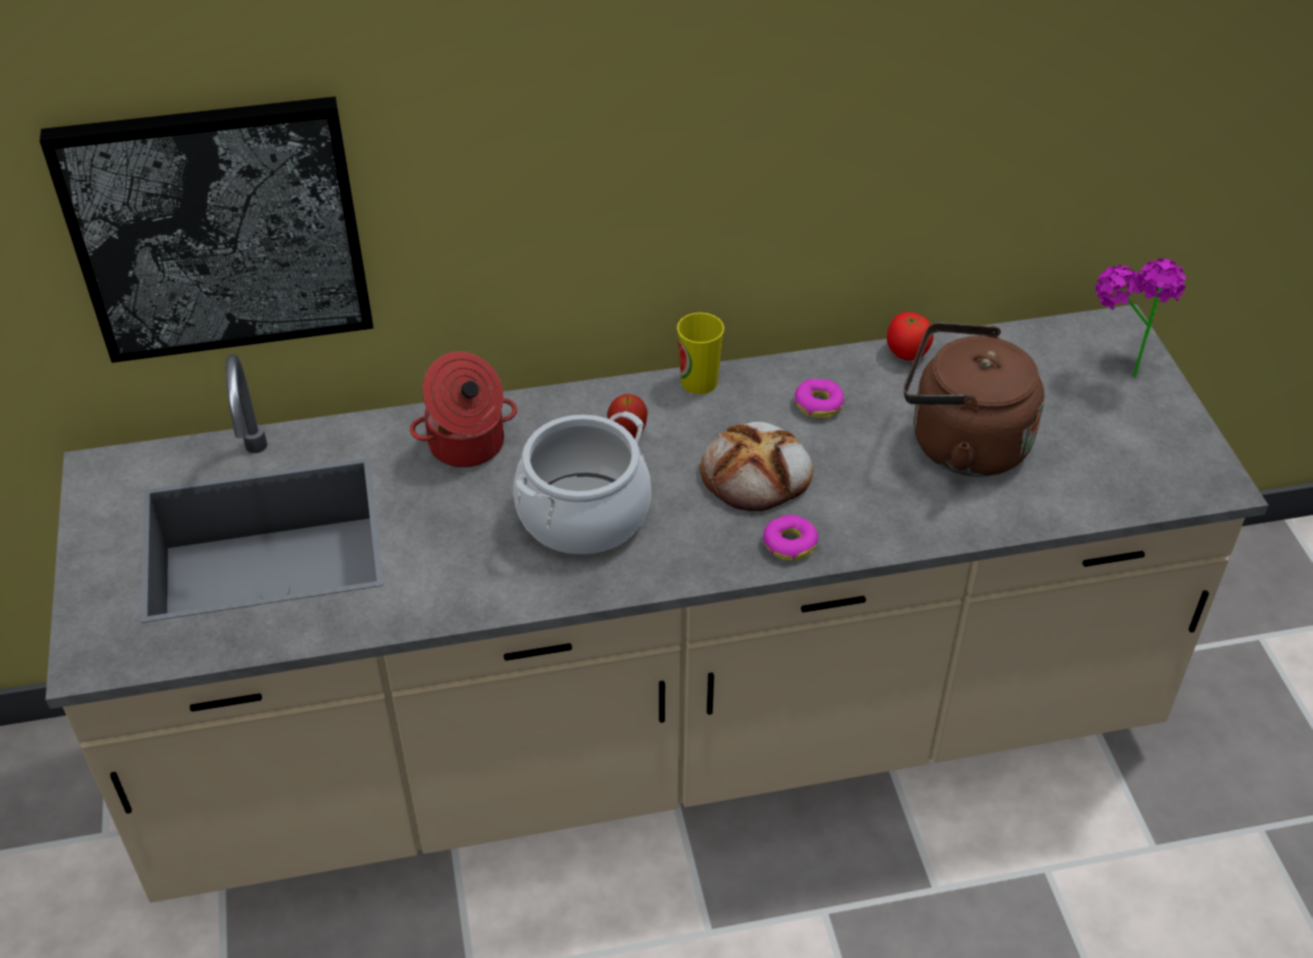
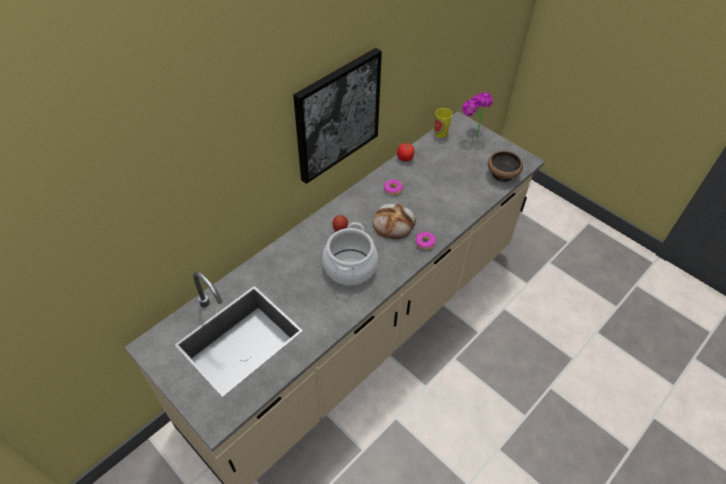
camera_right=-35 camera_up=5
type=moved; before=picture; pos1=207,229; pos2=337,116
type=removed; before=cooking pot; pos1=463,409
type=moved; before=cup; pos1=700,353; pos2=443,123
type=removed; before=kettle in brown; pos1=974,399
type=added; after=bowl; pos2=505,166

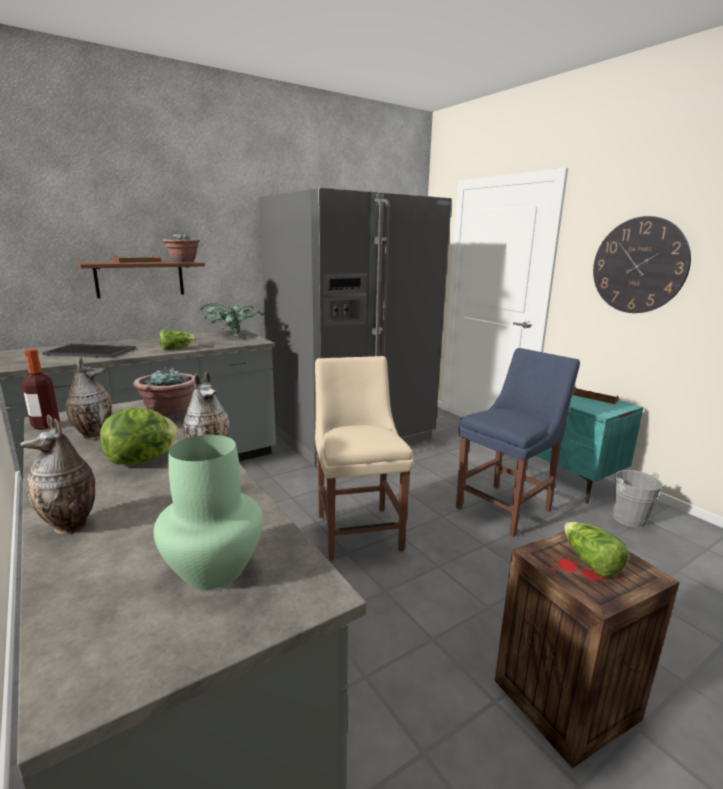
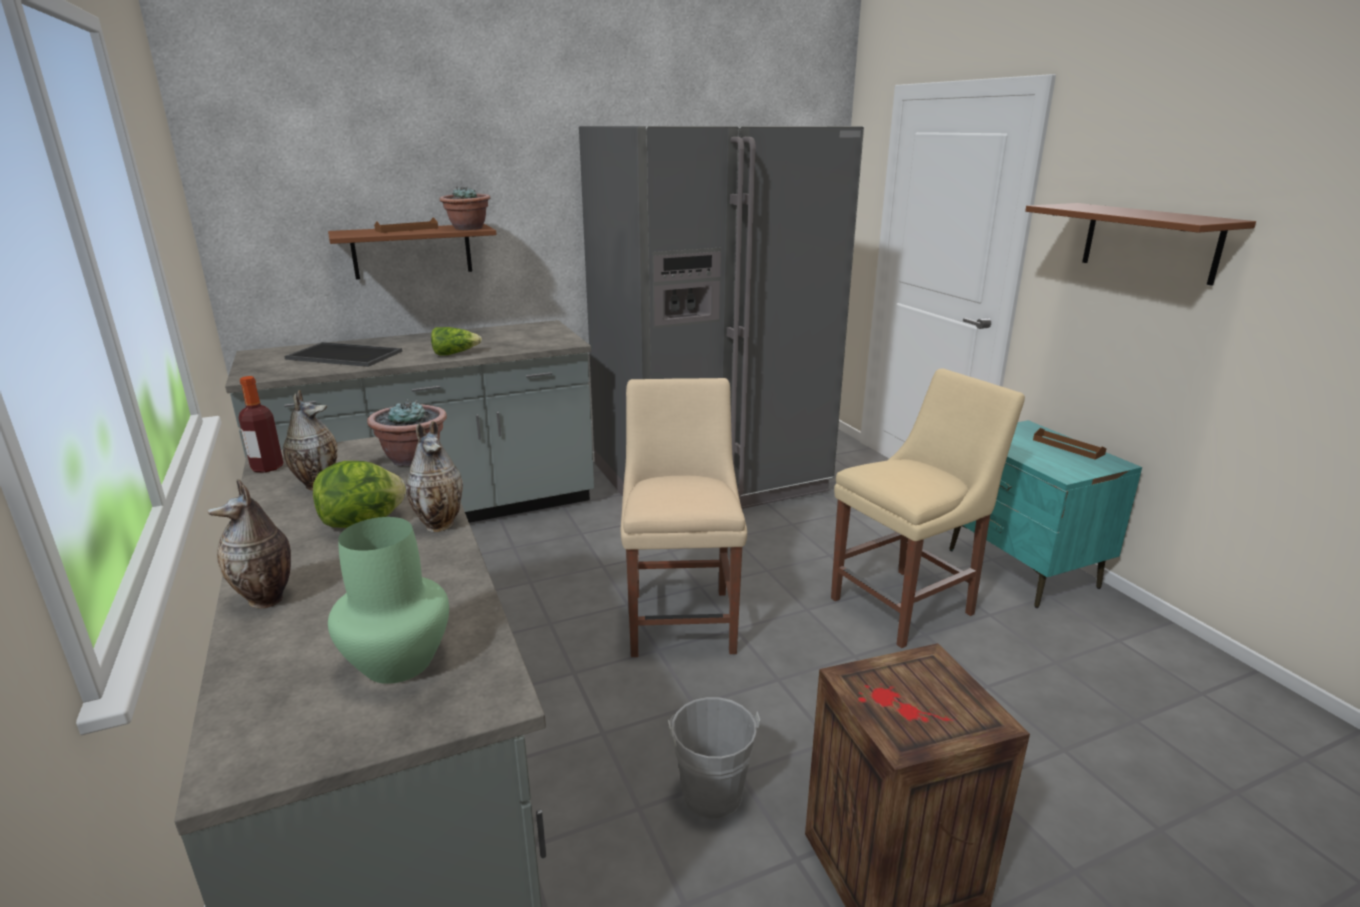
camera_right=10 camera_up=5
type=removed; before=potted plant; pos1=232,320
type=recoloured; before=chair in blue; after=chair in beige; pos1=518,442; pos2=928,508
type=removed; before=lettuce; pos1=596,549
type=replaced; before=wall clock; after=shelf in brown; pos1=642,264; pos2=1140,244
type=moved; before=bucket in grey; pos1=634,499; pos2=714,758

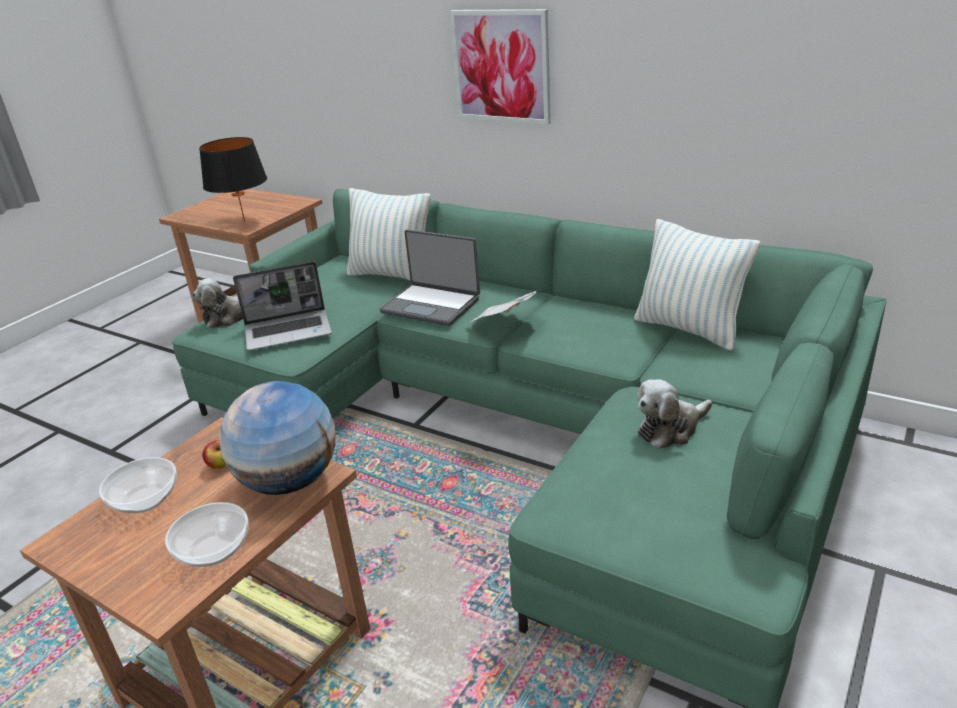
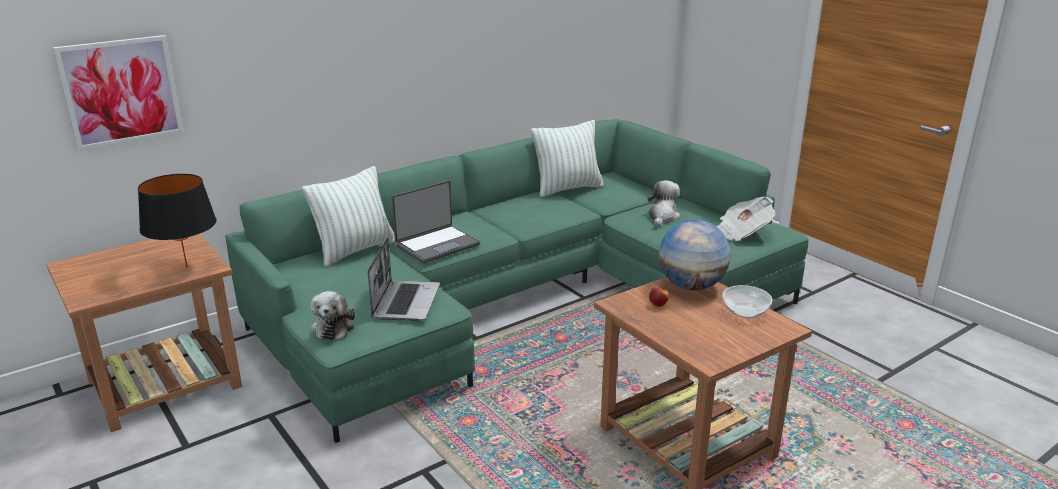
camera_right=-70 camera_up=-5
type=removed; before=bowl; pos1=138,485
type=moved; before=picture; pos1=500,67; pos2=118,92
type=moved; before=newspaper; pos1=505,305; pos2=746,219
type=turned; before=plush toy; pos1=674,414; pos2=664,204; turn=-150

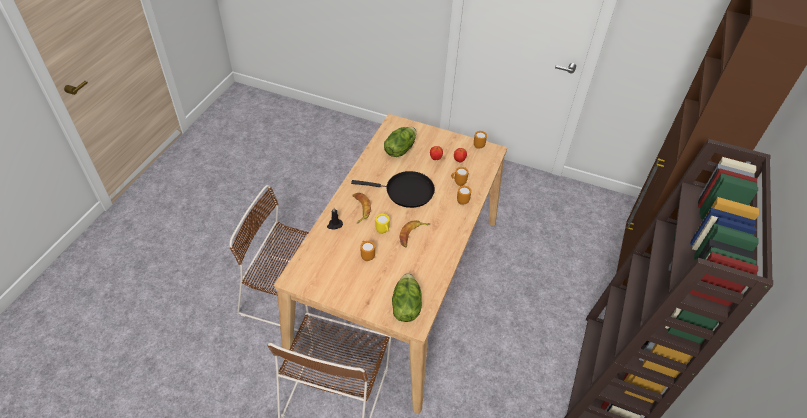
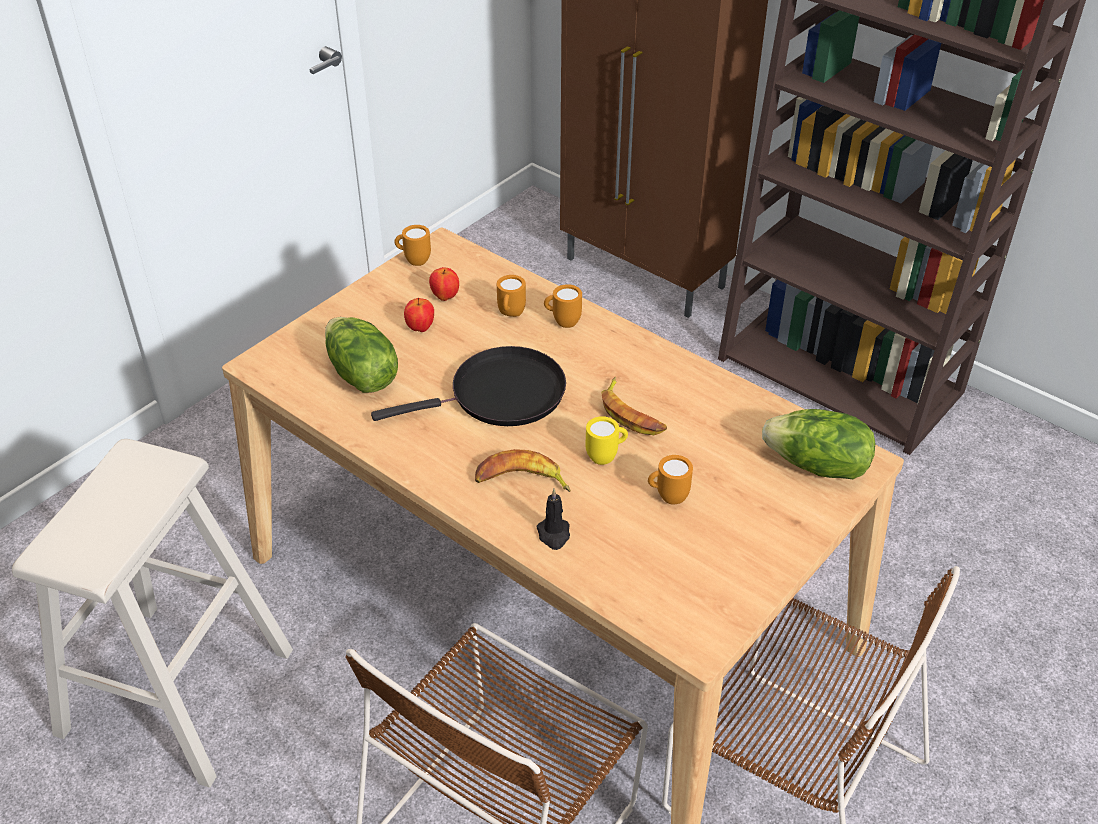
camera_right=-70 camera_up=-5
type=turned; before=frying pan in black; pos1=393,189; pos2=468,386; turn=45
type=added; after=stool in beige; pos2=152,613

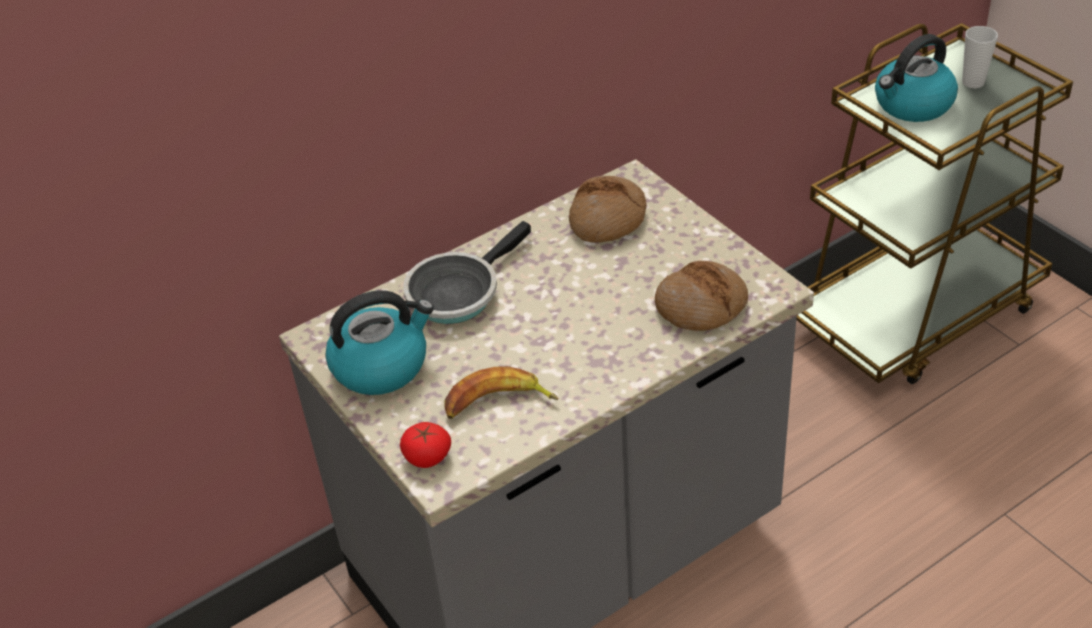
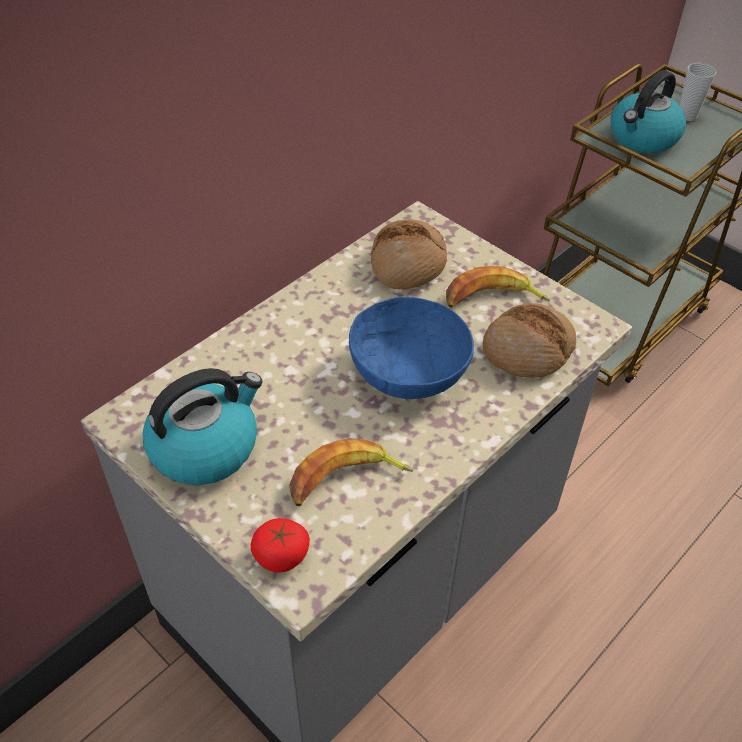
camera_right=-15 camera_up=5
type=removed; before=frying pan; pos1=467,272
type=added; after=bowl in blue; pos2=411,348
type=added; after=banana; pos2=498,287

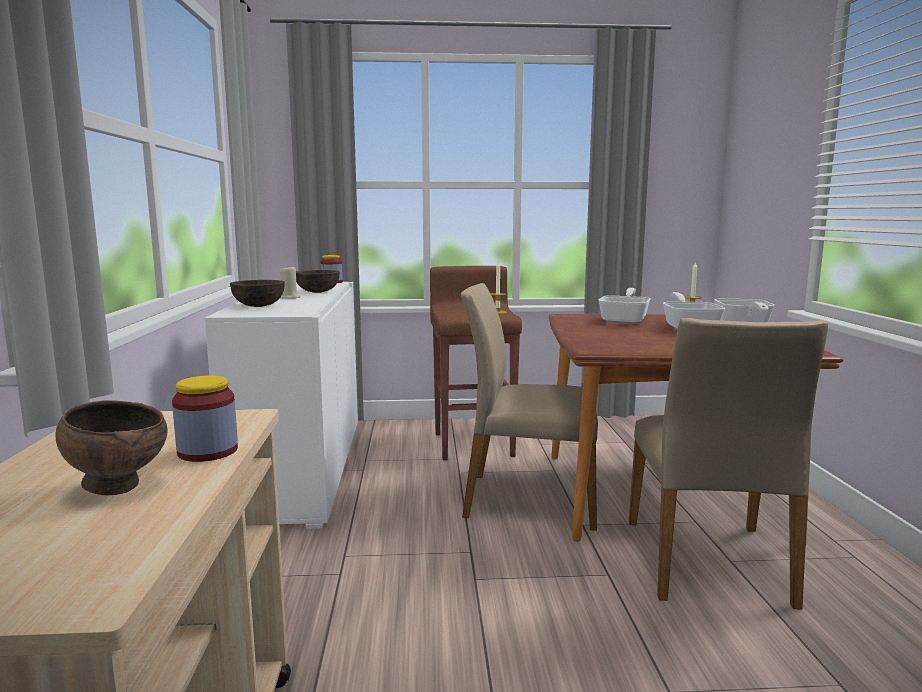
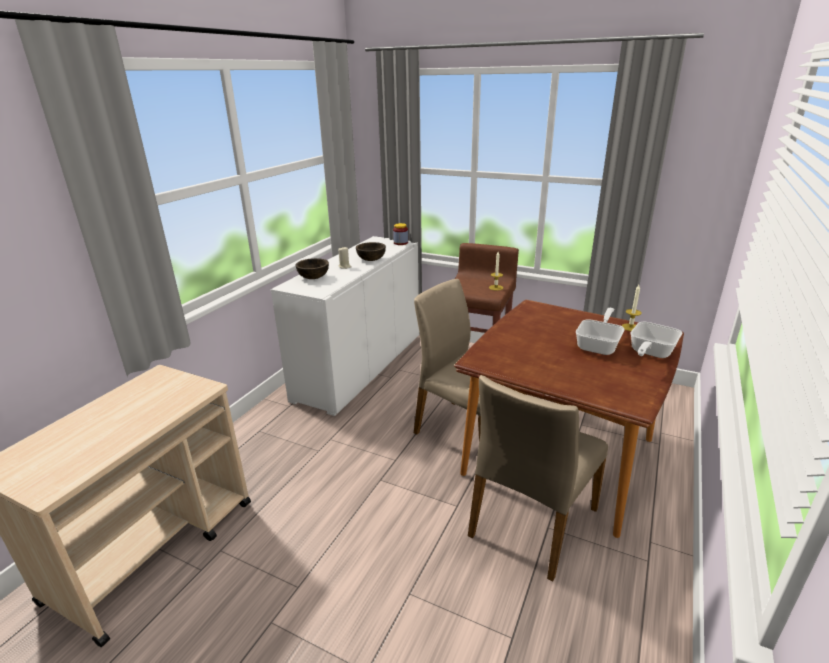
camera_right=30 camera_up=15
type=removed; before=bowl in brown; pos1=111,448
type=removed; before=jar; pos1=205,418
type=removed; before=frying pan; pos1=624,306

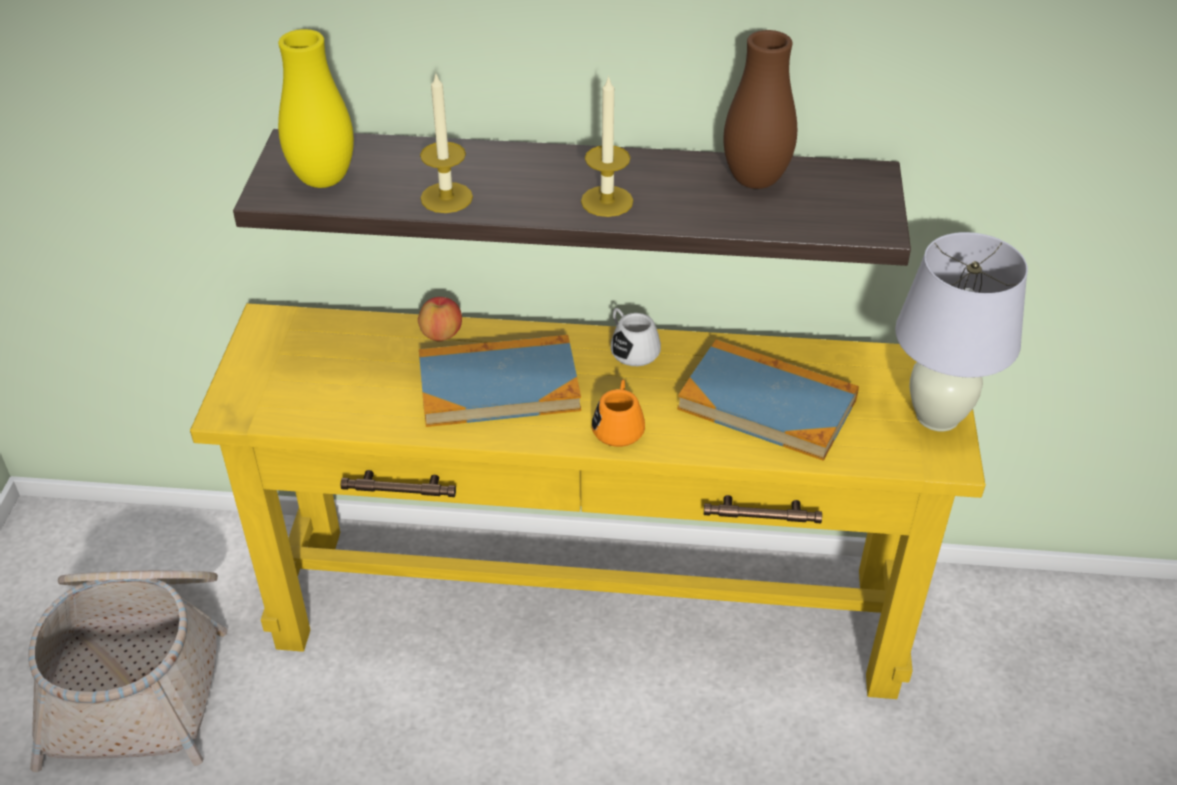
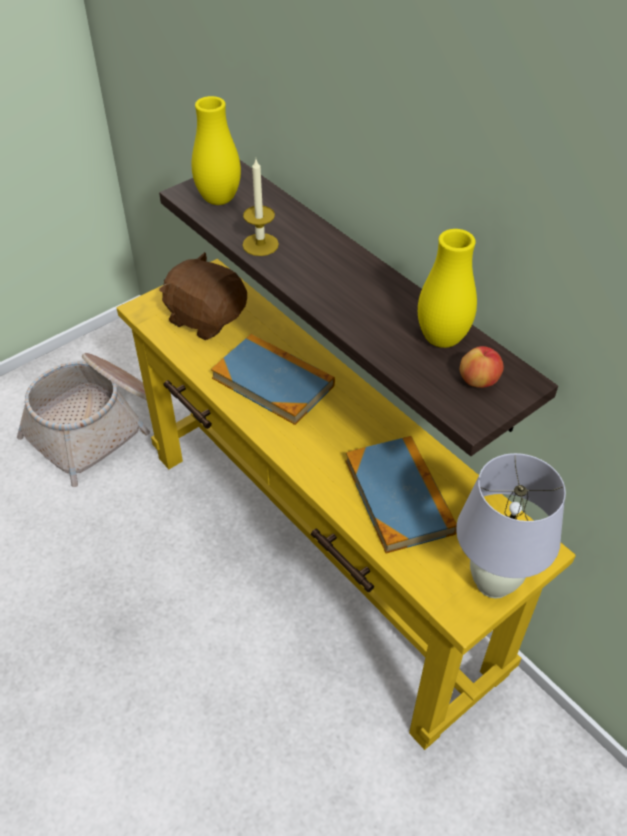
camera_right=45 camera_up=5
type=moved; before=apple; pos1=440,319; pos2=482,367
type=removed; before=candle; pos1=607,146
type=removed; before=mug in orange; pos1=618,413
type=removed; before=mug in white; pos1=636,337
type=recoloured; before=vase in brown; after=vase in yellow; pos1=760,109; pos2=447,288
type=added; after=plush toy in brown; pos2=203,296

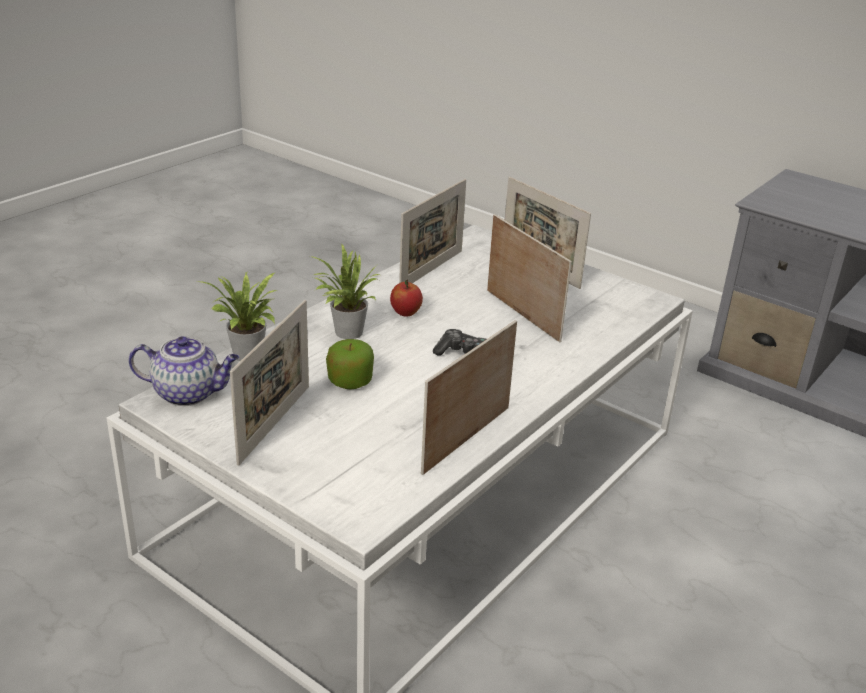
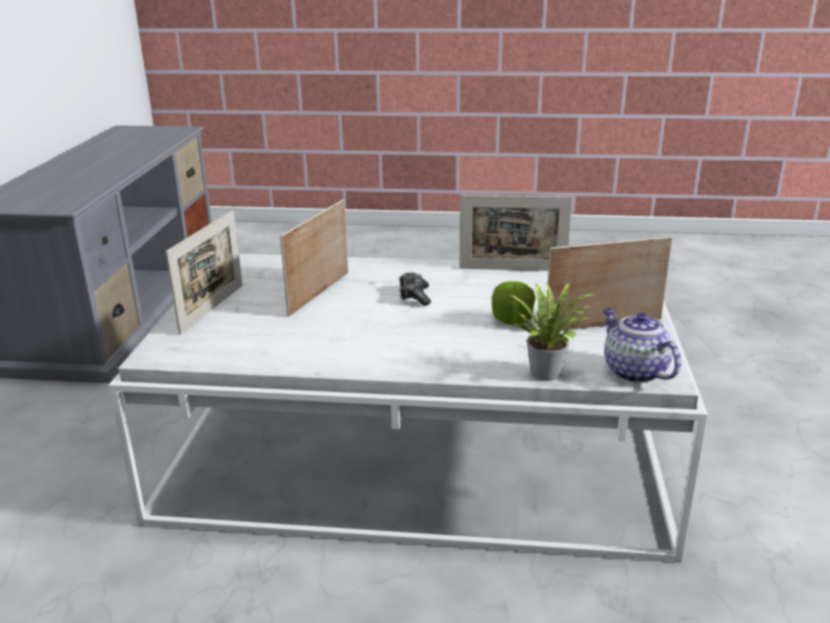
camera_right=-120 camera_up=-5
type=removed; before=potted plant; pos1=345,291
type=removed; before=apple; pos1=406,297
type=removed; before=picture frame; pos1=432,231

